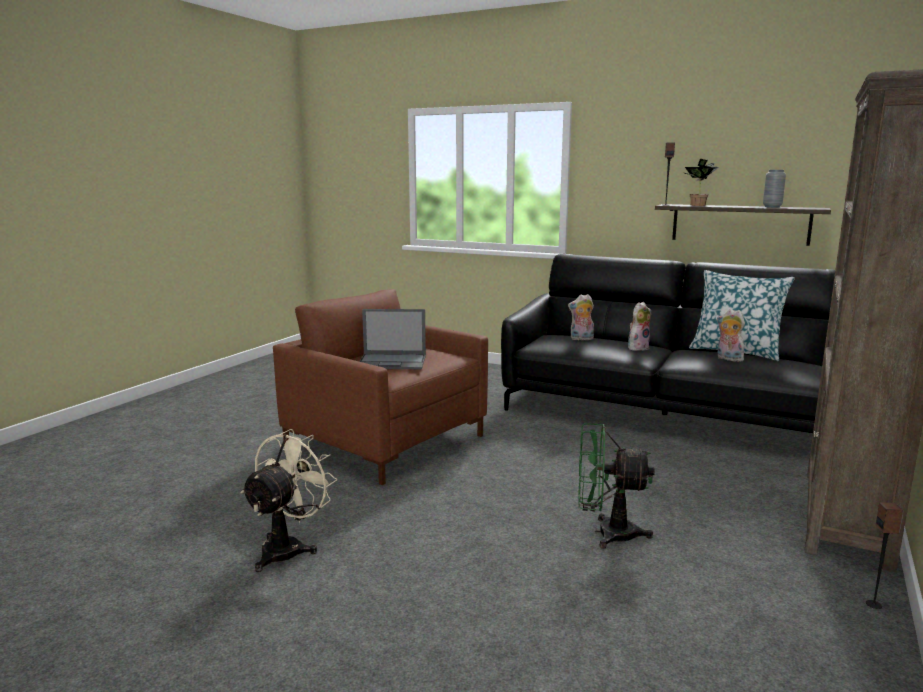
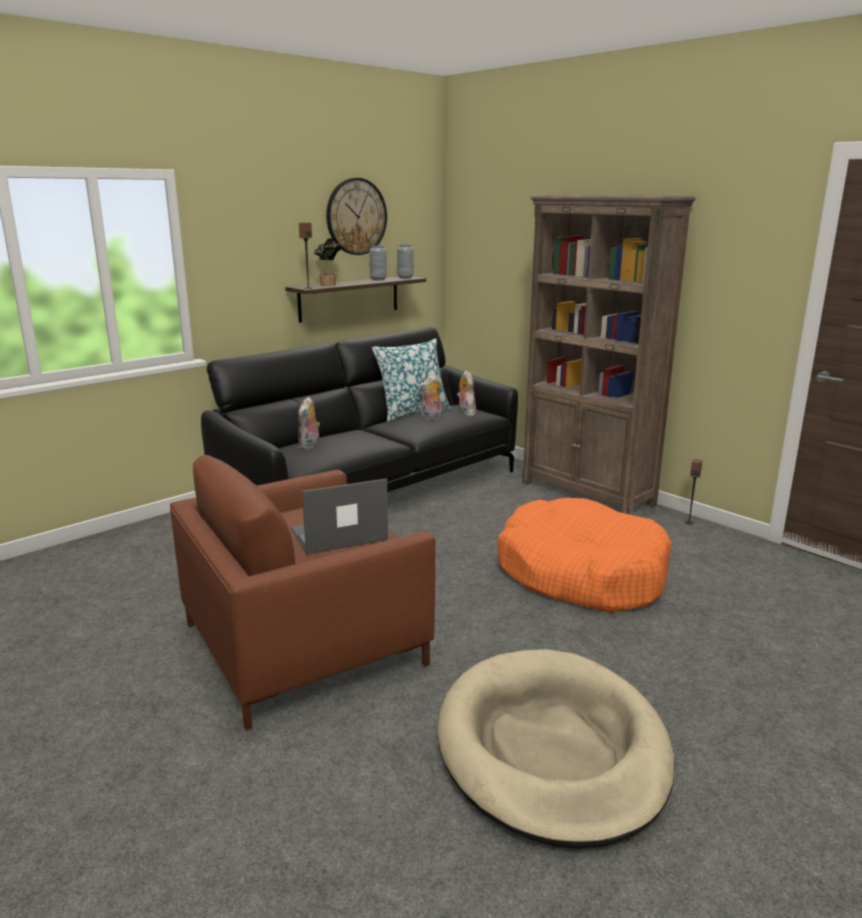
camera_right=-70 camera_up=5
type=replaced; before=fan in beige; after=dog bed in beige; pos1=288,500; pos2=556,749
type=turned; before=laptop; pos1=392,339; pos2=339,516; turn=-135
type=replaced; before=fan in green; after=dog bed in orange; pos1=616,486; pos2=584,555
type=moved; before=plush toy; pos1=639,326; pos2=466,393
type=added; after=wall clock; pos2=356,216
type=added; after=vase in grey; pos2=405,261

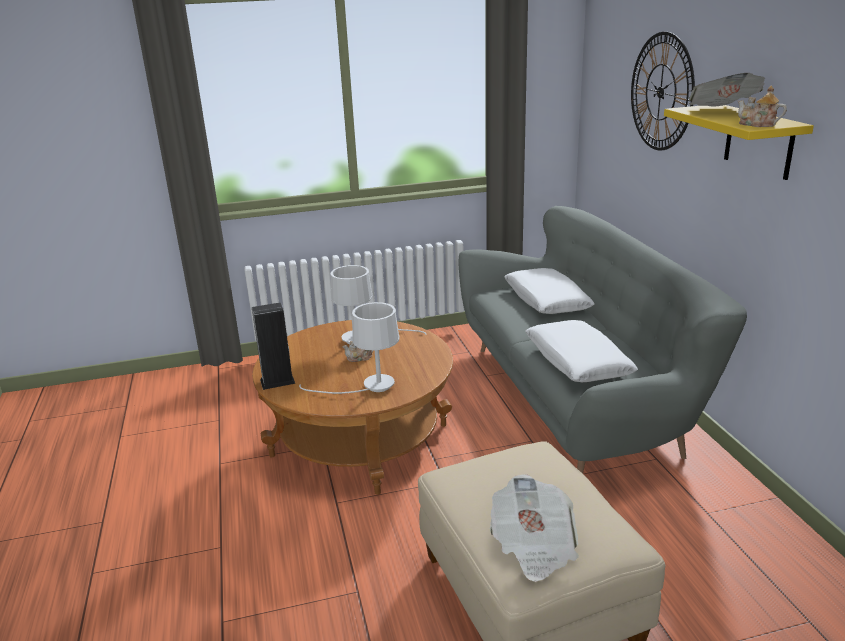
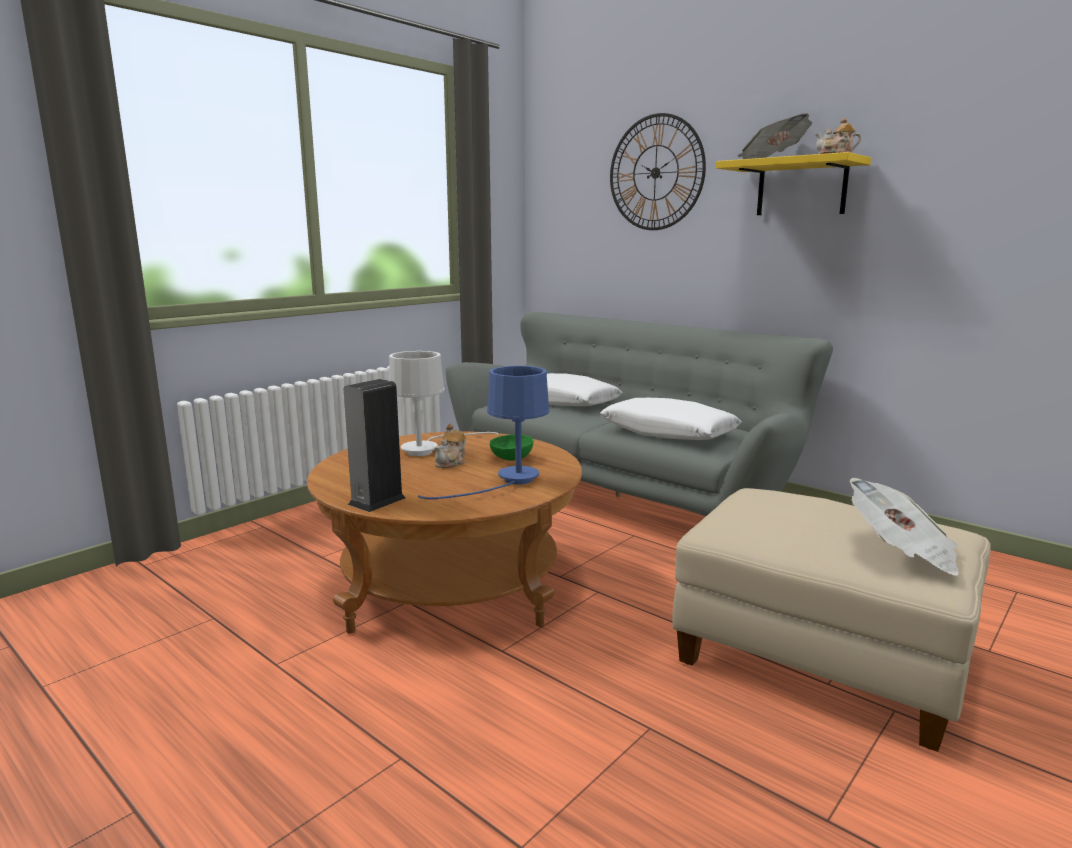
camera_right=-35 camera_up=-10
type=recoloured; before=table lamp in white; after=table lamp in blue; pos1=349,348; pos2=484,432
type=added; after=bowl in green; pos2=512,448

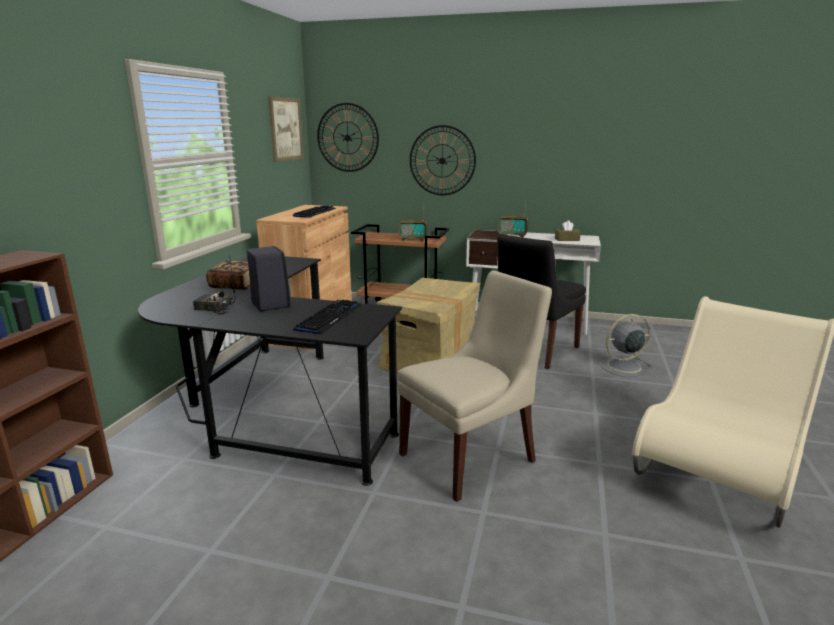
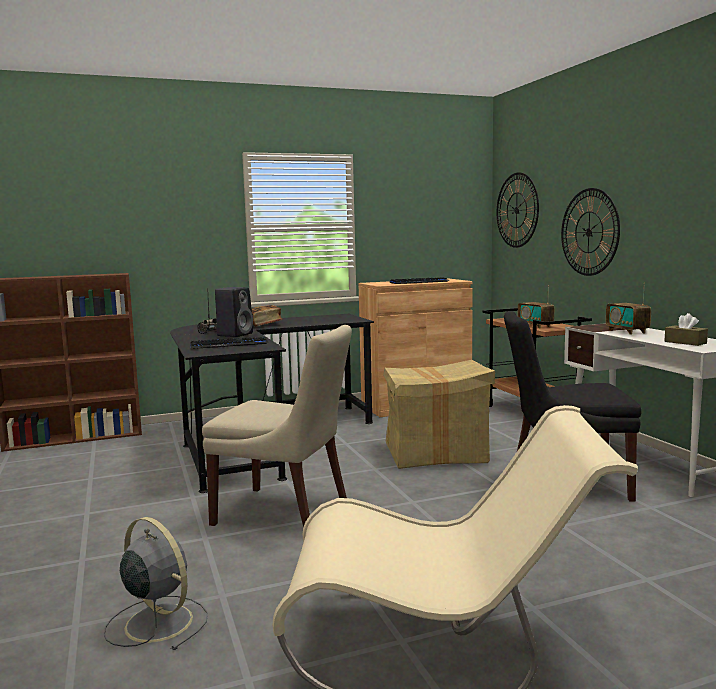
camera_right=55 camera_up=-10
type=removed; before=picture; pos1=286,129
type=moved; before=fan in grey; pos1=625,345; pos2=156,583

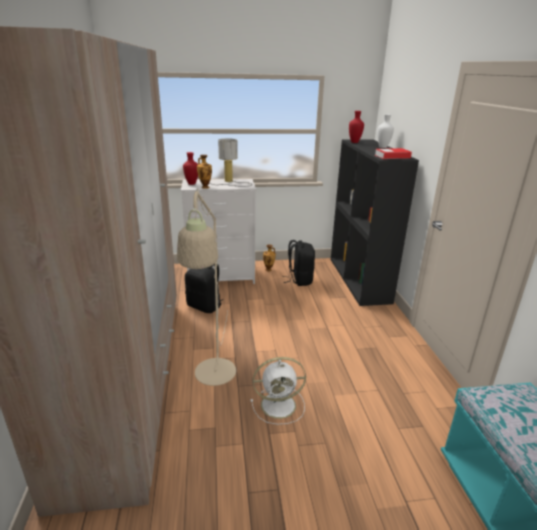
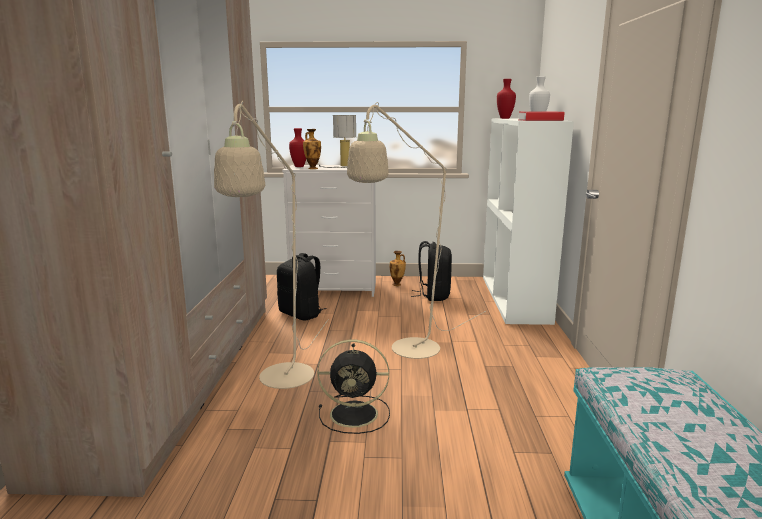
camera_right=10 camera_up=-10
type=recoloured; before=fan in white; after=fan in black; pos1=278,391; pos2=353,387
type=recoloured; before=bookcase in black; after=bookcase in white; pos1=375,222; pos2=528,222
type=added; after=floor lamp in beige; pos2=416,230

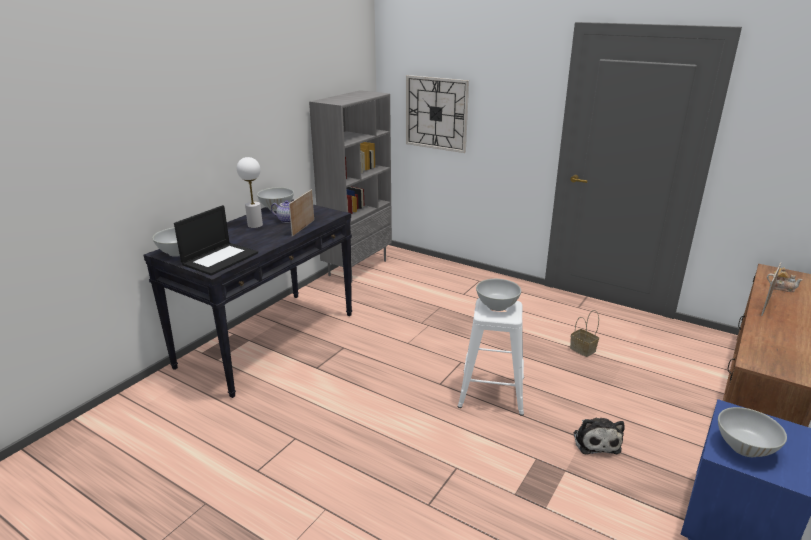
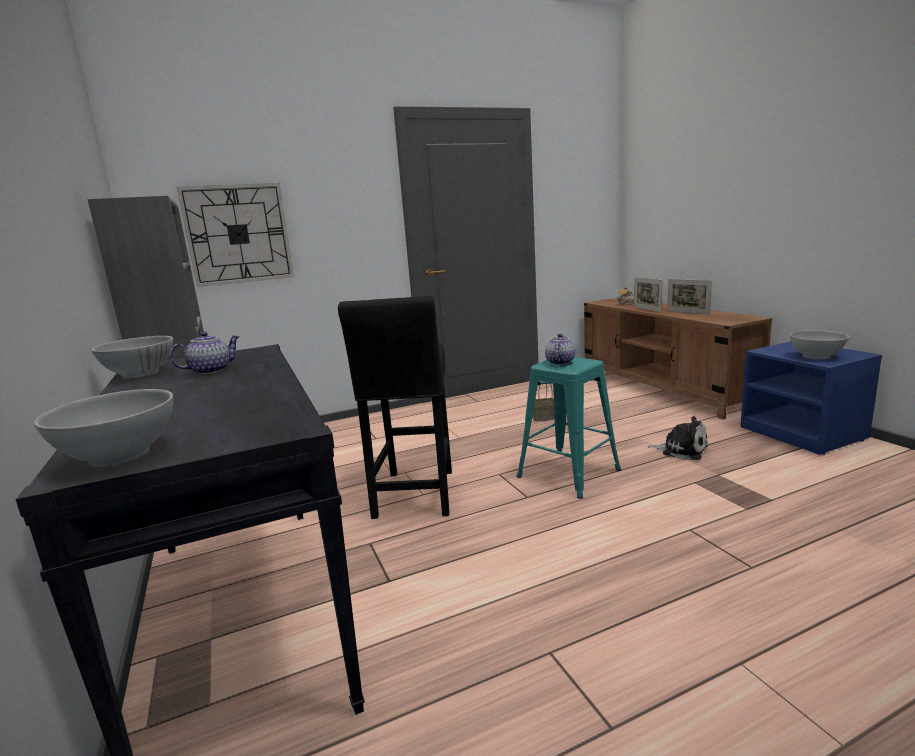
camera_right=-55 camera_up=-10
type=removed; before=laptop; pos1=216,240
type=removed; before=table lamp in white; pos1=250,192
type=moved; before=picture frame; pos1=301,213; pos2=689,297
type=recoloured; before=stool in white; after=stool in turquoise; pos1=491,357; pos2=569,428
type=replaced; before=bowl in white; after=teapot; pos1=498,295; pos2=560,349
type=added; after=stool in black; pos2=395,407

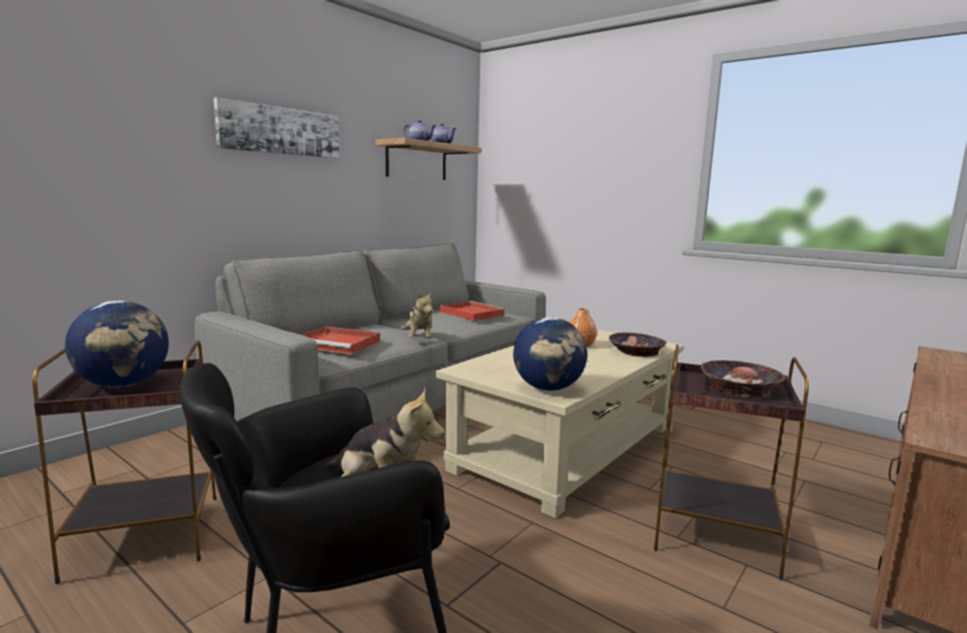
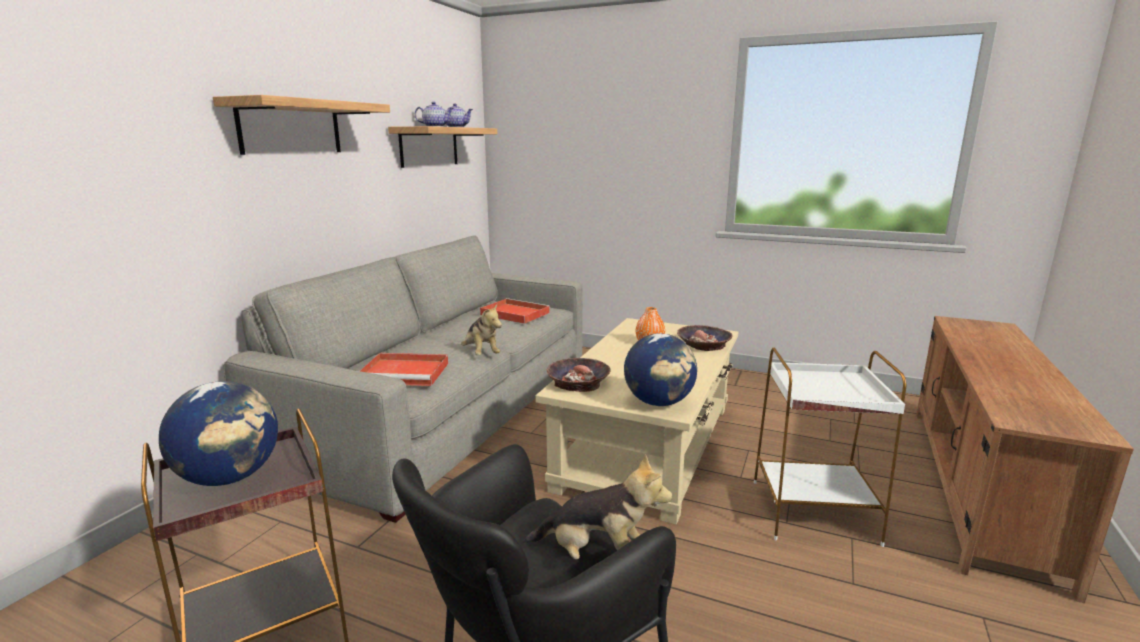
camera_right=-15 camera_up=5
type=replaced; before=picture; after=shelf; pos1=276,127; pos2=301,125
type=recoloured; before=side table in brown; after=side table in white; pos1=731,462; pos2=830,447
type=moved; before=bowl; pos1=742,379; pos2=578,375

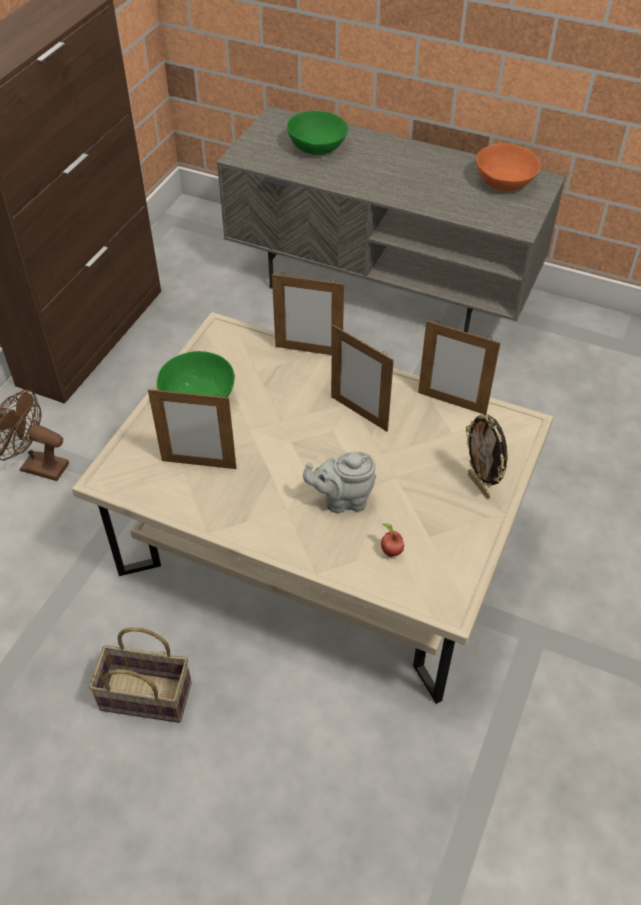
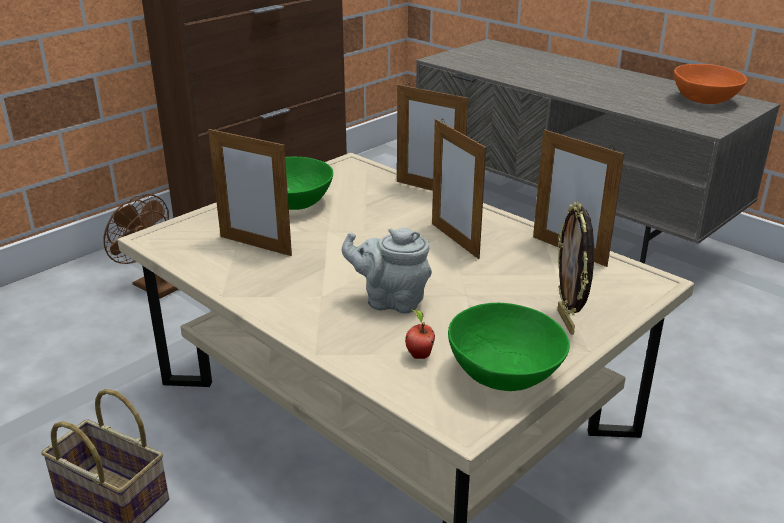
camera_right=20 camera_up=-20
type=moved; before=bowl in green; pos1=317,133; pos2=509,347

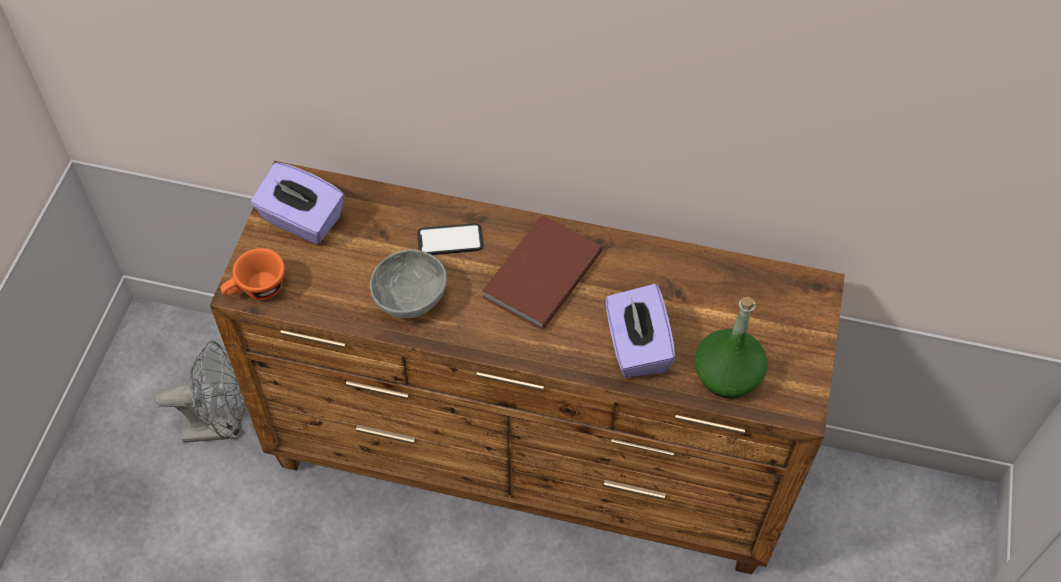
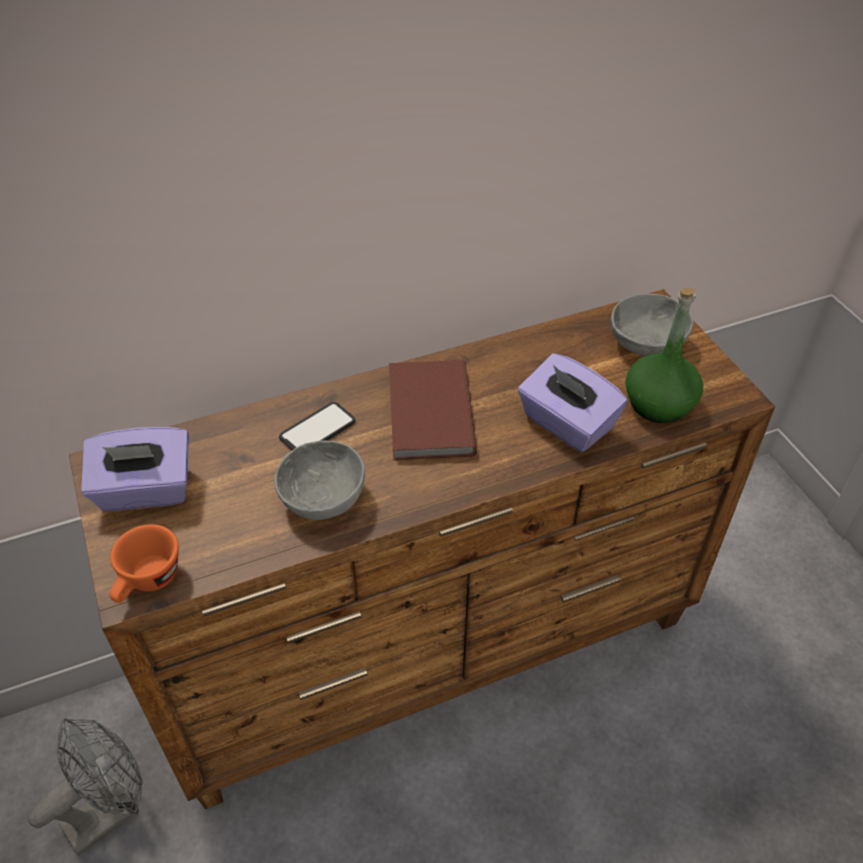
camera_right=-35 camera_up=-10
type=added; after=bowl in grey; pos2=651,325

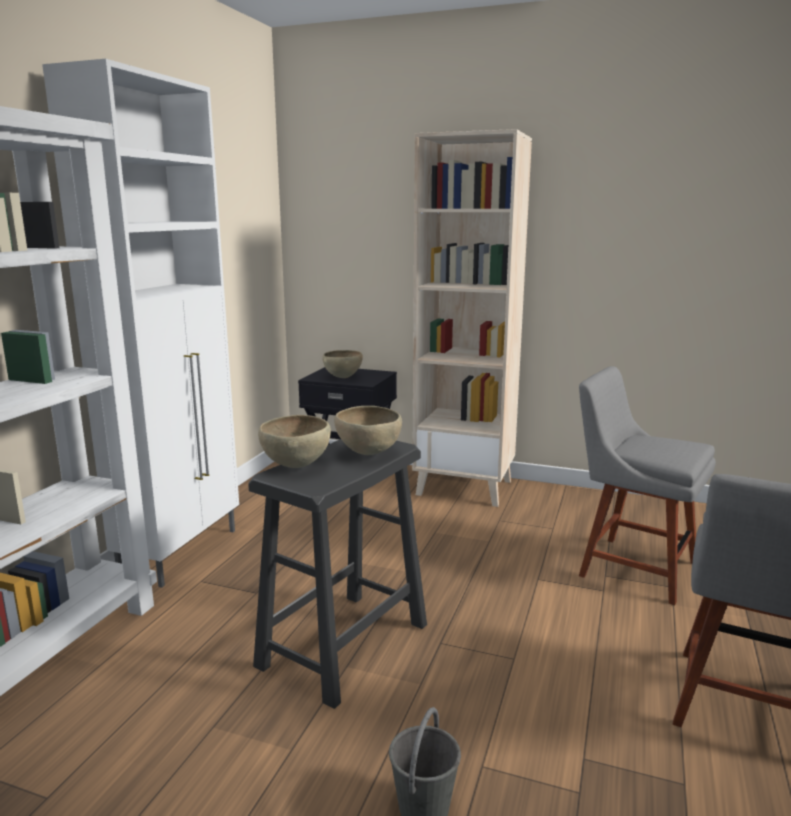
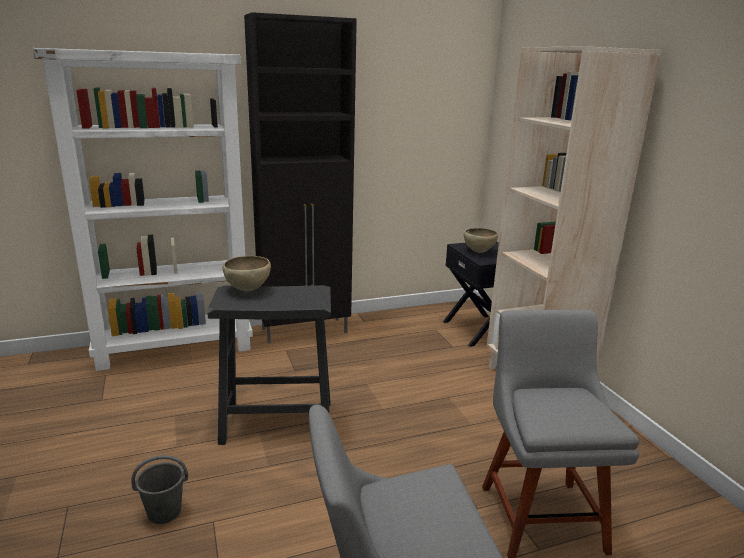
camera_right=50 camera_up=5
type=recoloured; before=cabinet in white; after=cabinet in black; pos1=140,323; pos2=300,178
type=removed; before=bowl in brown; pos1=368,430

